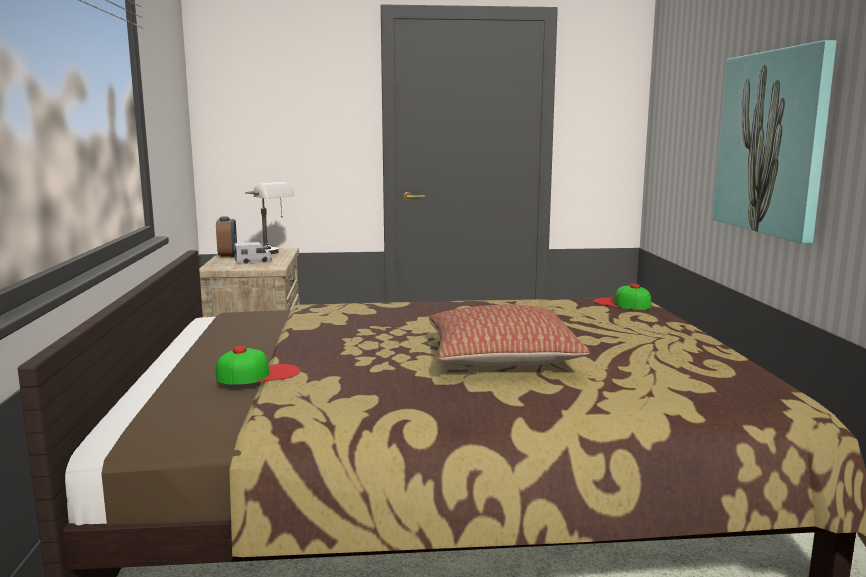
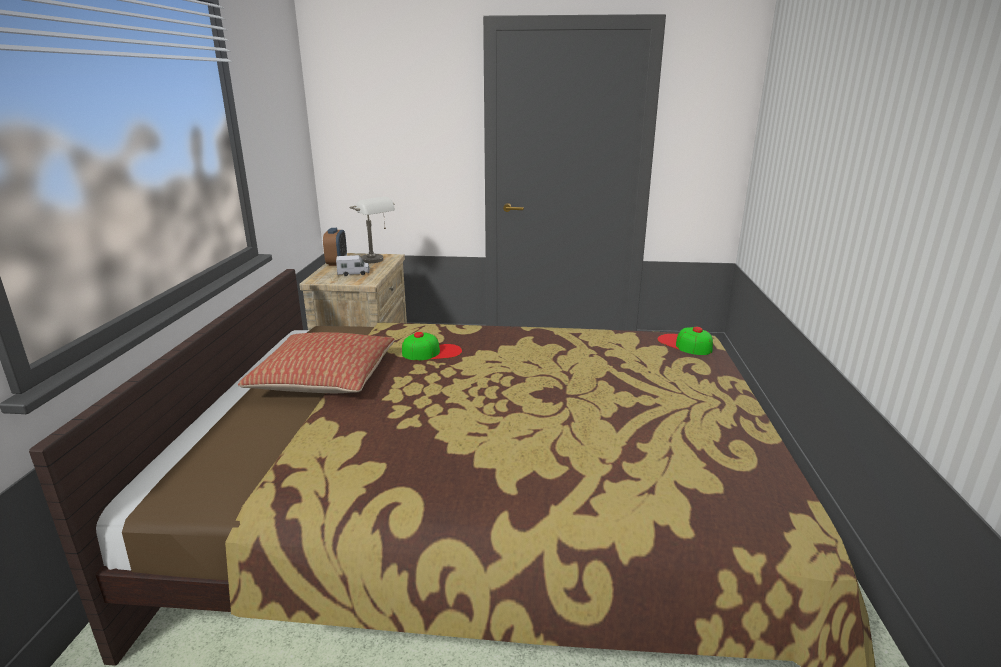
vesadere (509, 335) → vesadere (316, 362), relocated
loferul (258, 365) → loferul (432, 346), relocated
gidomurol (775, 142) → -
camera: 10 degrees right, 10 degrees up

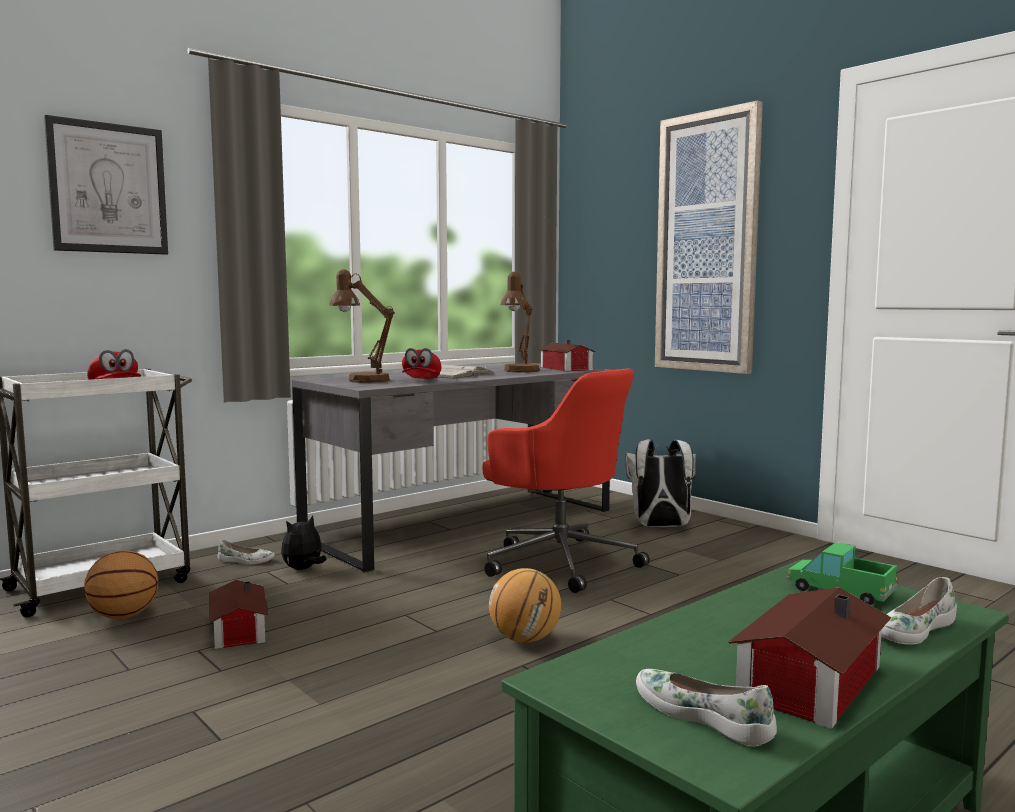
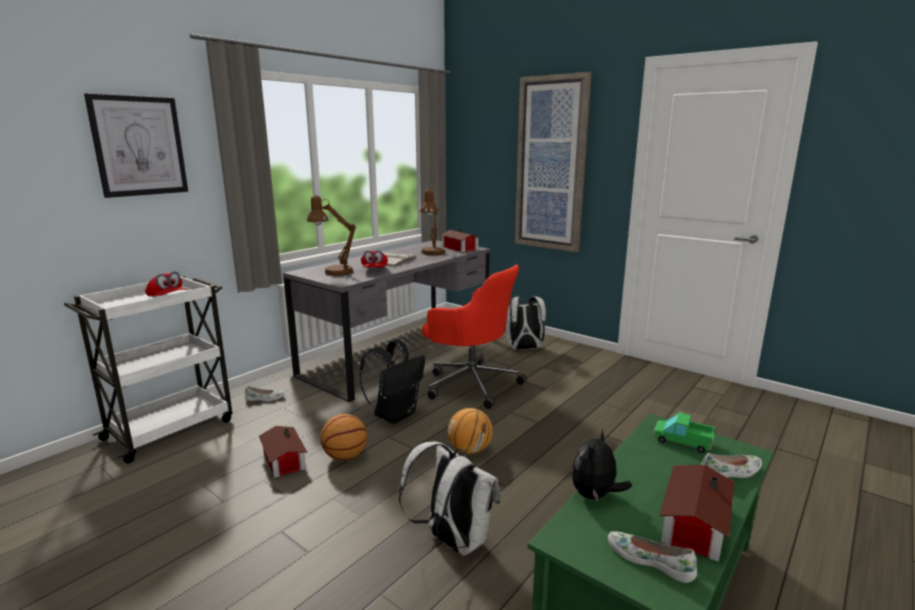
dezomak (121, 584) → dezomak (344, 437), relocated
- → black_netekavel (392, 382)
- → white_netekavel (449, 498)
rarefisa (304, 543) → rarefisa (602, 465), relocated
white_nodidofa (919, 611) → white_nodidofa (731, 465), 150 degrees counterclockwise
camera: 10 degrees left, 10 degrees up

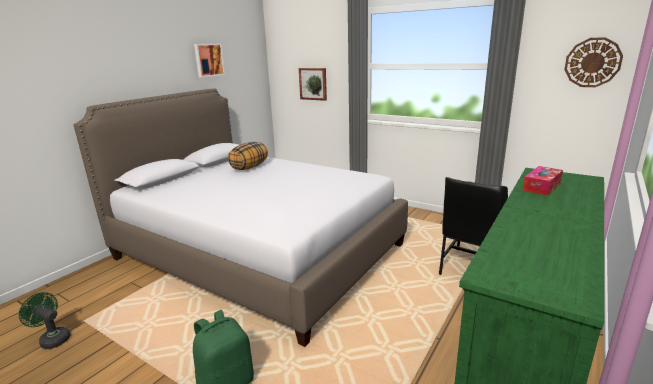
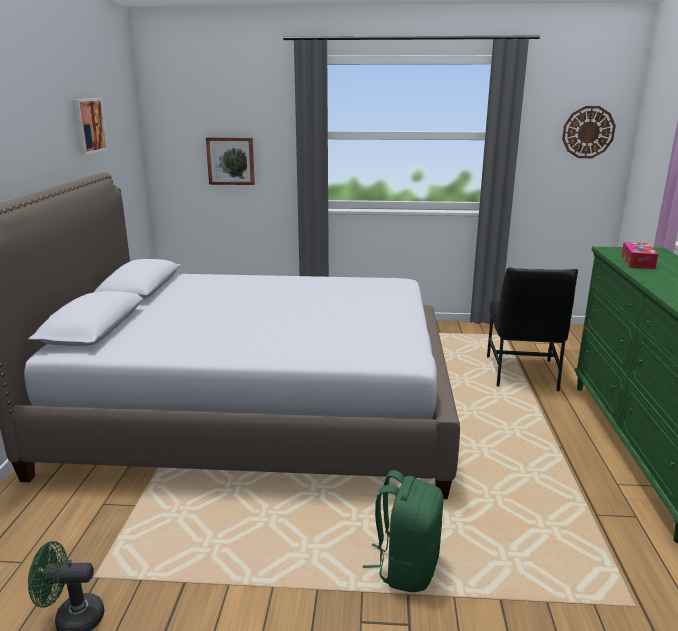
vesadere (248, 155) → -
camera: 30 degrees left, 0 degrees up

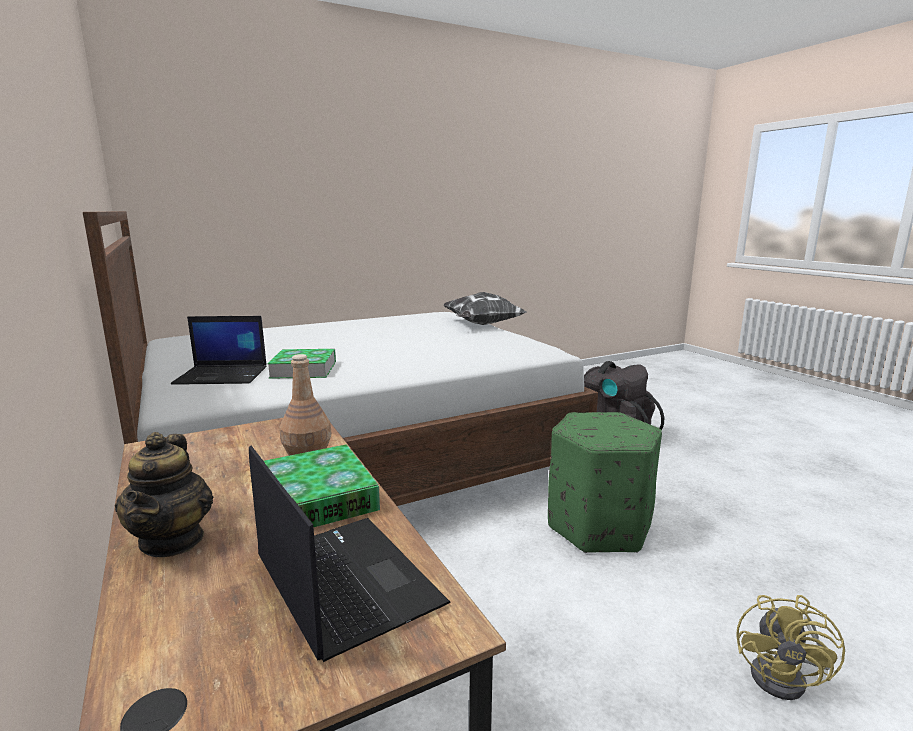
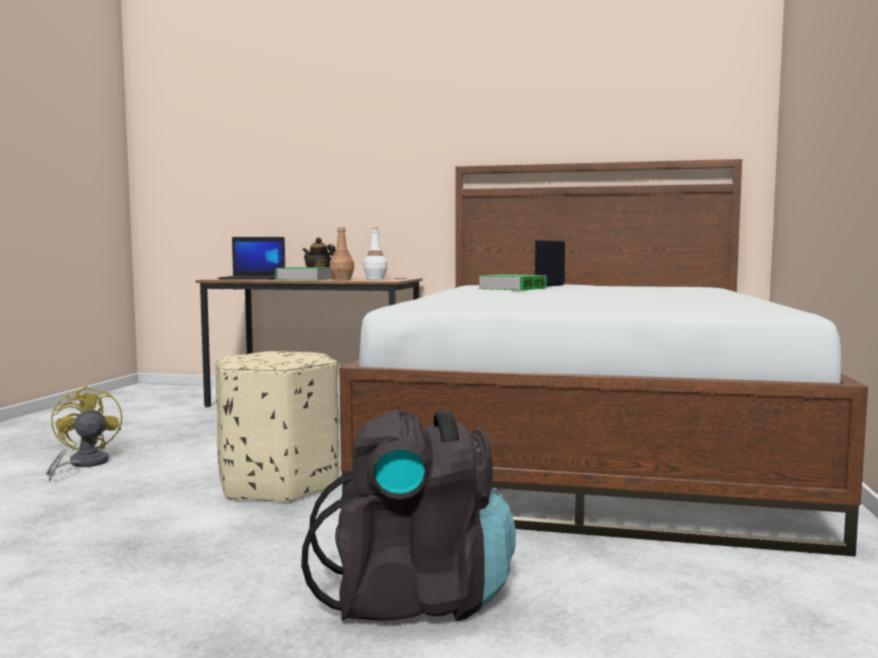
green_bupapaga (605, 482) → beige_bupapaga (277, 427)
- → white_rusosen (375, 253)
vesadere (485, 308) → -
camera: 130 degrees right, 10 degrees down

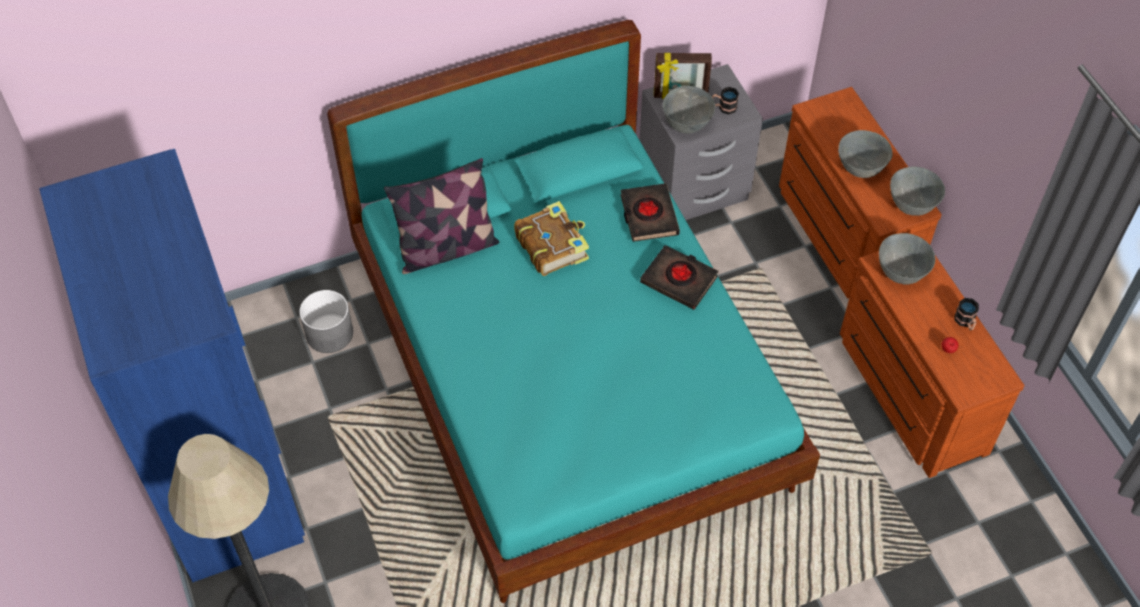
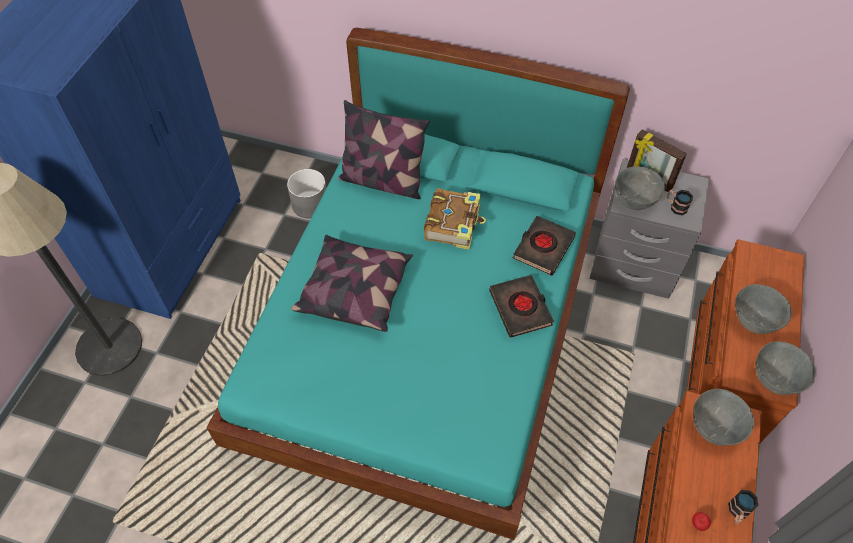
- → vesadere (352, 283)
camera: 40 degrees right, 0 degrees up

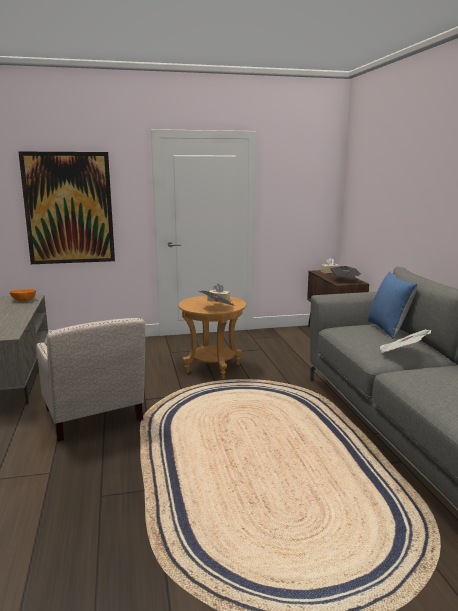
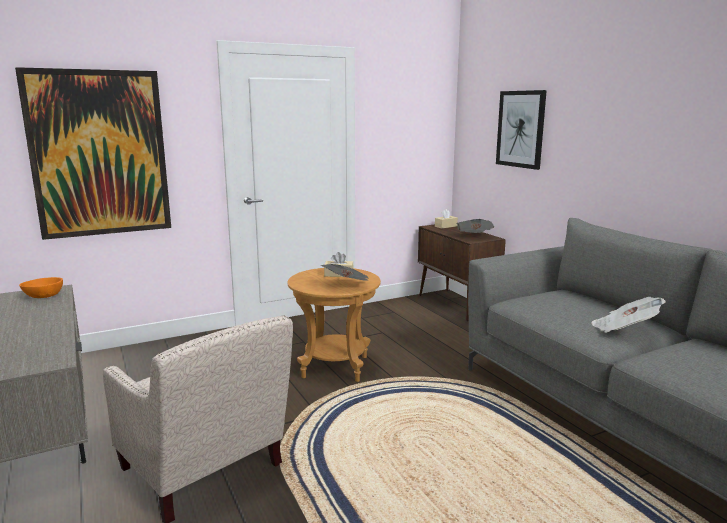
- → gidomurol (521, 130)
blue_vesadere (393, 305) → -
camera: 15 degrees left, 0 degrees up

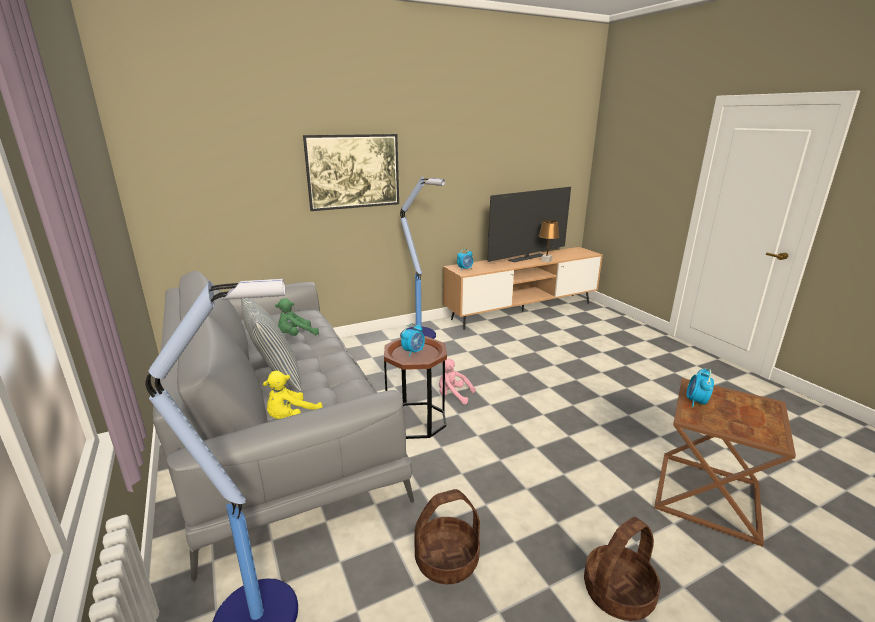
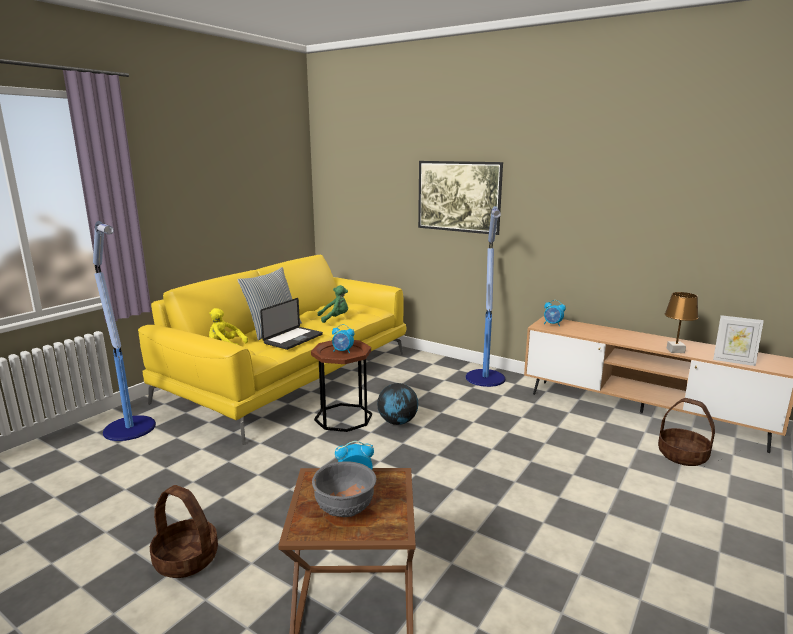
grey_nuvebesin (283, 426) → yellow_nuvebesin (272, 350)
- → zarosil (291, 324)
- → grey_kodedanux (344, 489)
green_rarefisa (297, 317) → green_rarefisa (333, 304), 135 degrees clockwise
pink_rarefisa (457, 381) → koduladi (397, 404)
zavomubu (447, 536) → zavomubu (686, 432), relocated
- → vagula (738, 340)
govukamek (529, 224) → -
camera: 60 degrees right, 5 degrees down

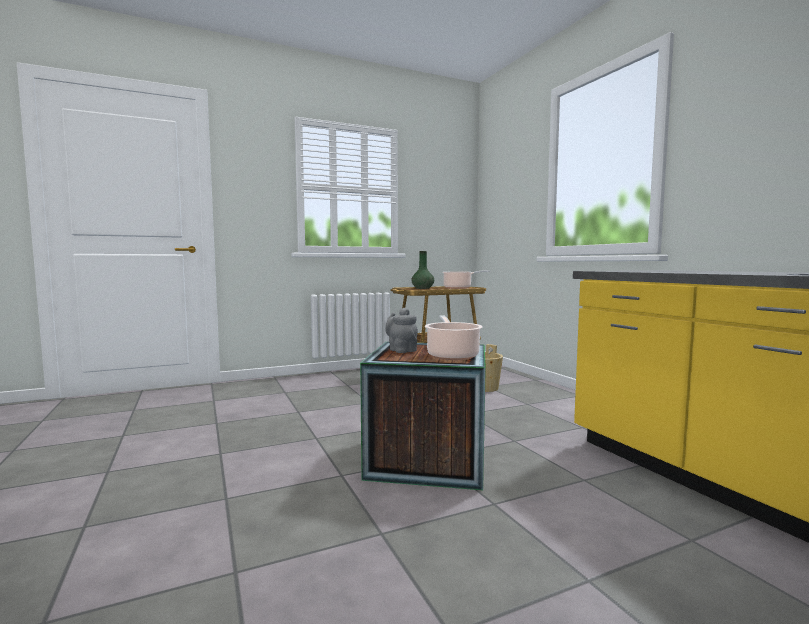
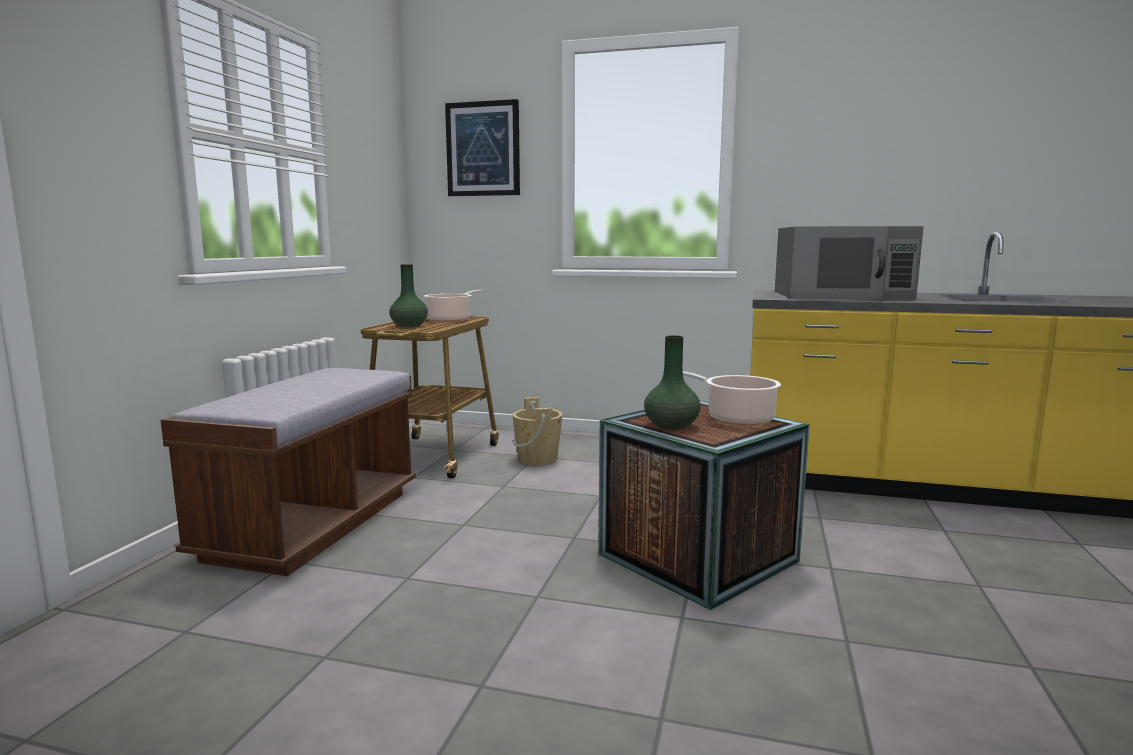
- → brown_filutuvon (288, 472)
- → gidomurol (482, 147)
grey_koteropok (402, 330) → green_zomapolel (672, 382)
- → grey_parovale (849, 263)
camera: 50 degrees left, 5 degrees up

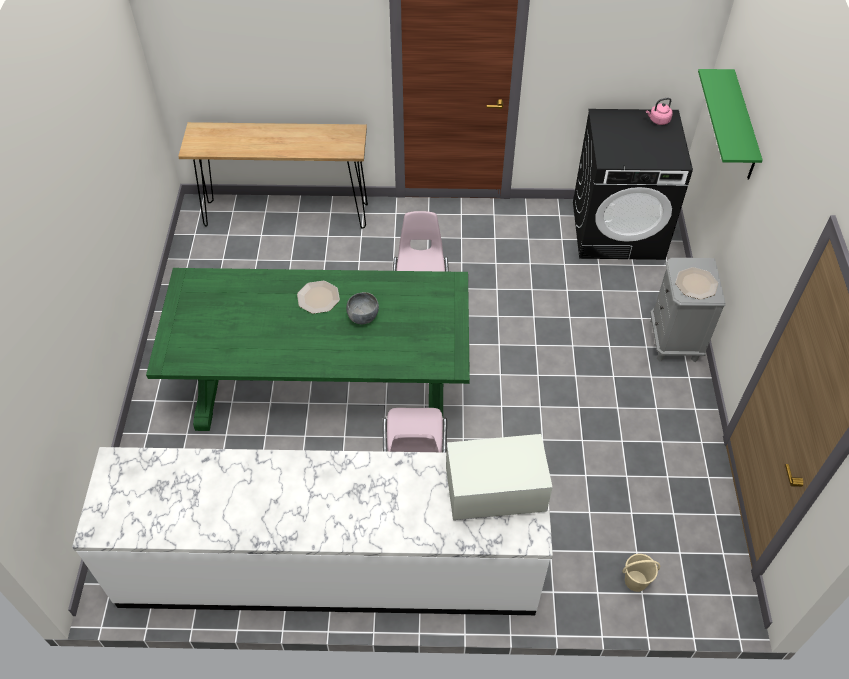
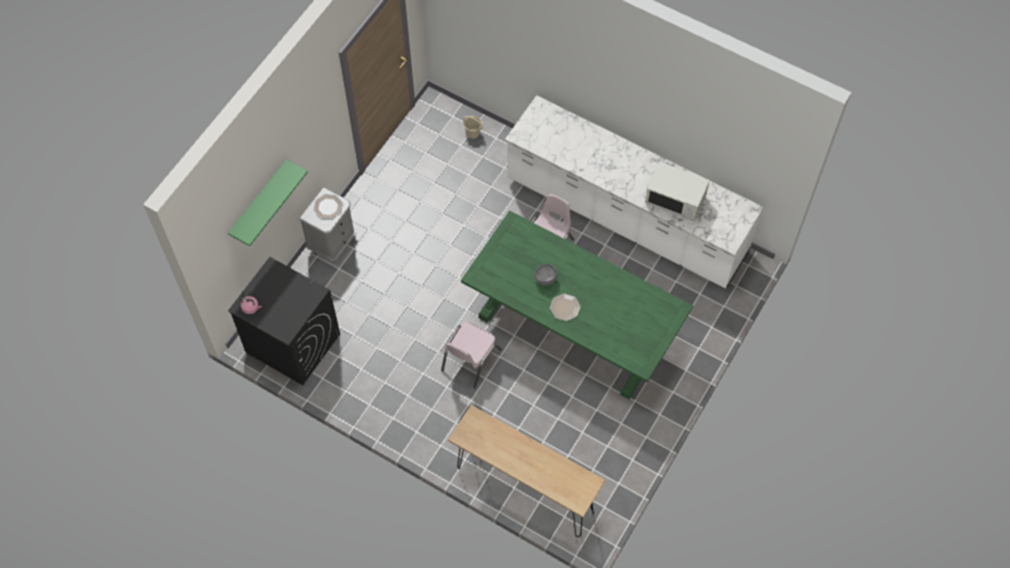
white_parovale (499, 477) → white_parovale (677, 191), relocated
camera: 150 degrees left, 10 degrees up

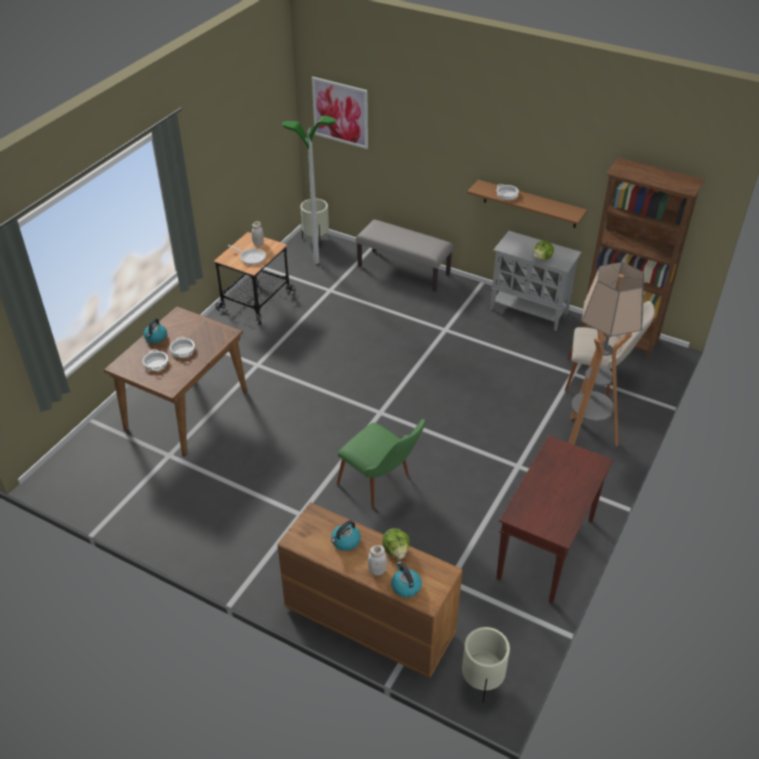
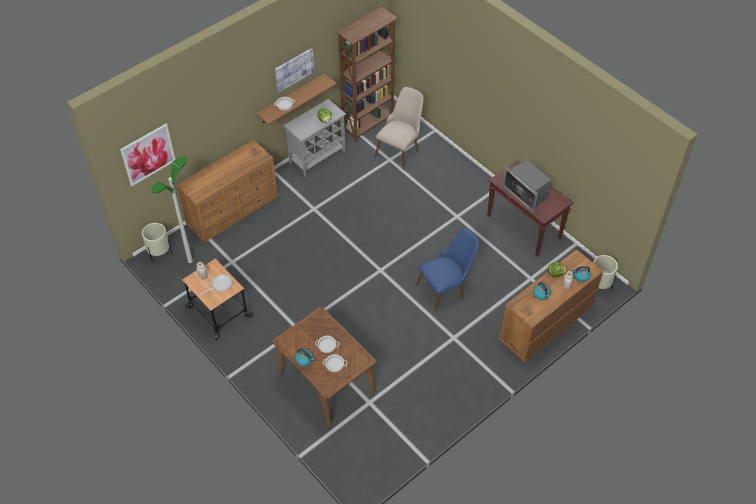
grey_filutuvon (404, 256) → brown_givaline (227, 191)
- → gidomurol (294, 70)
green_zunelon (381, 463) → blue_zunelon (447, 270)
- → parovale (527, 186)
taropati (606, 354) → -
camera: 70 degrees left, 10 degrees up

